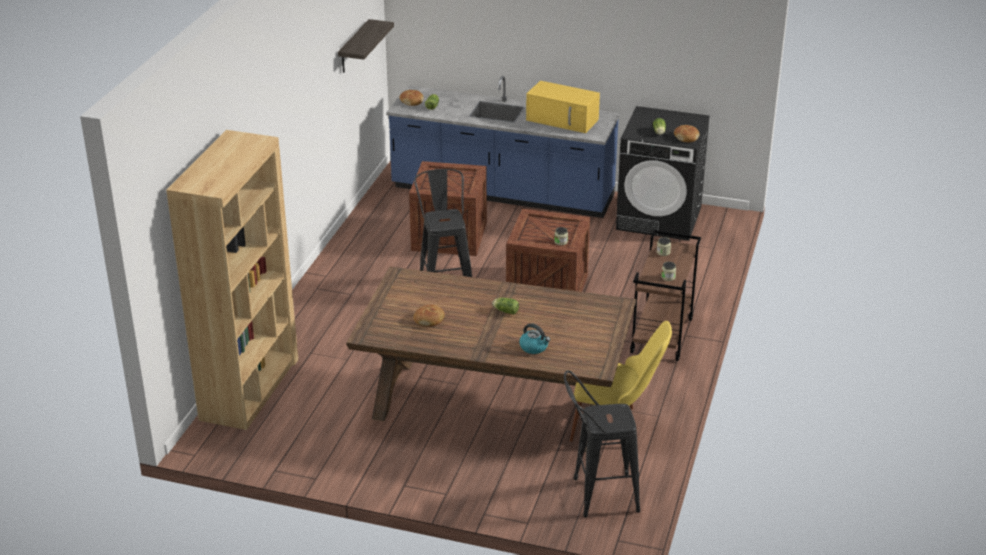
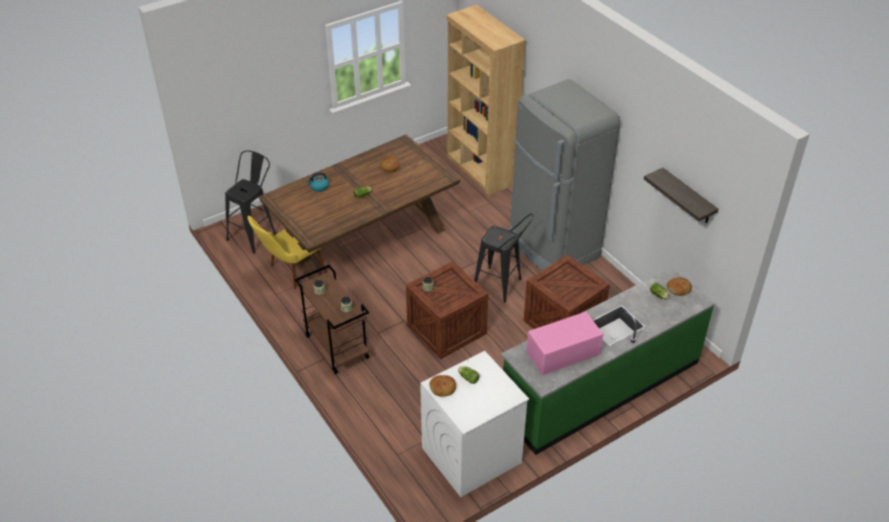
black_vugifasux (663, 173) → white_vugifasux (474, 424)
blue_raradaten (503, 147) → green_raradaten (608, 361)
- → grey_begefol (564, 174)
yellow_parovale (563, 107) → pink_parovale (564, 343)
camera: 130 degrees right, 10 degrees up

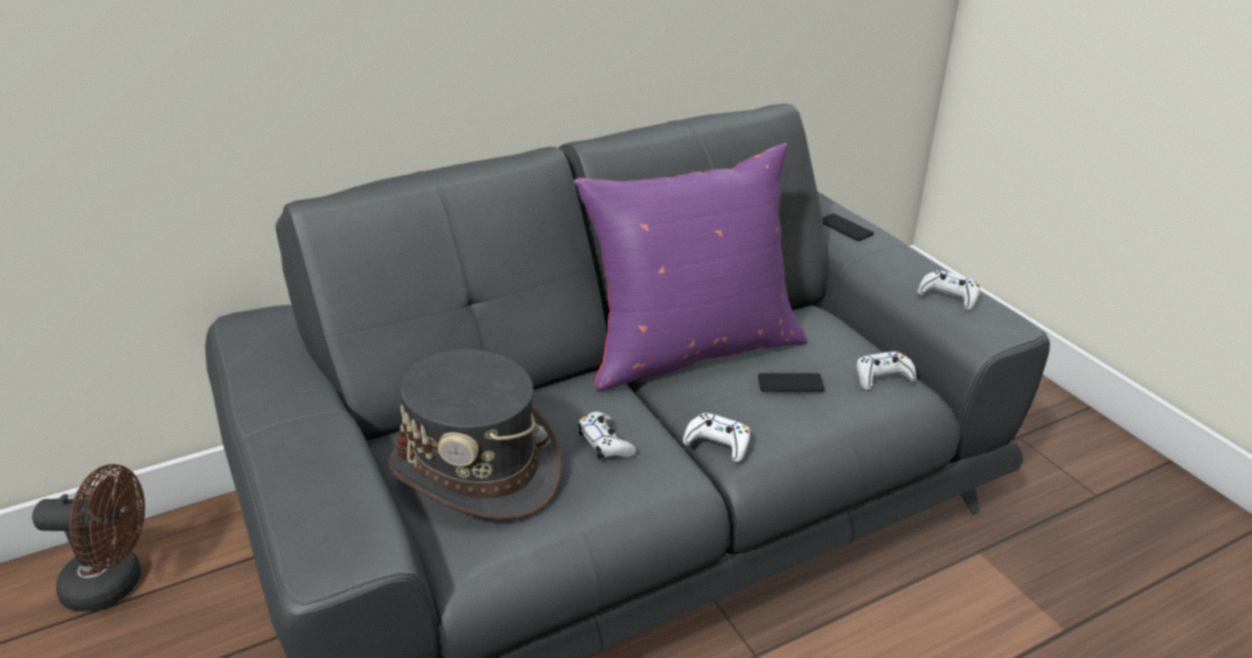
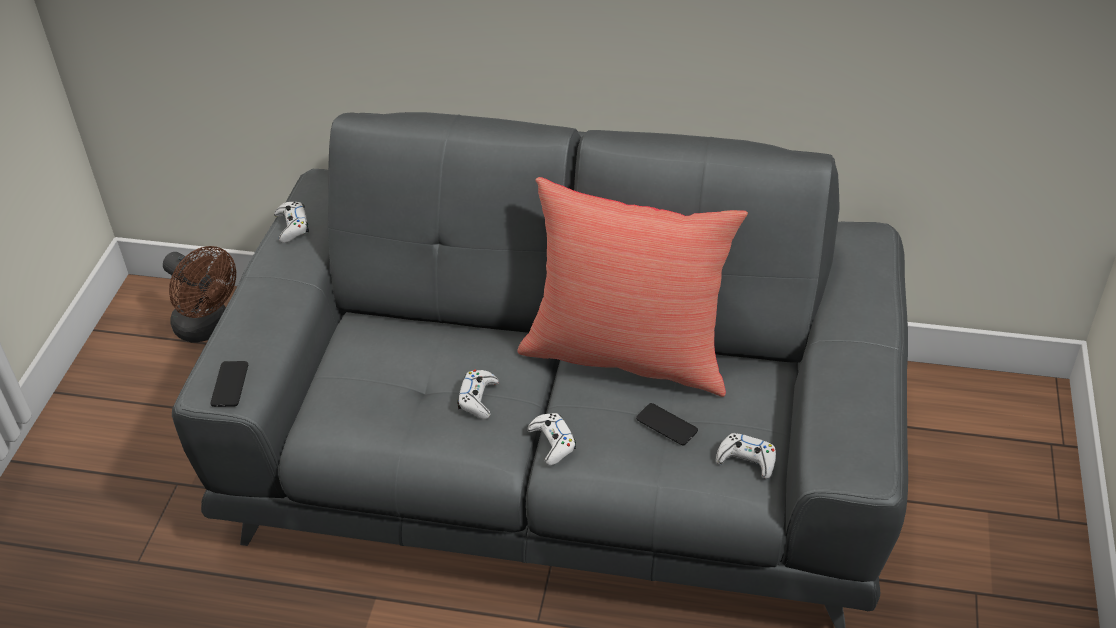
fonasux (848, 227) → fonasux (229, 384), relocated
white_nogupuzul (948, 290) → white_nogupuzul (291, 222), relocated
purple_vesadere (690, 267) → red_vesadere (632, 287)
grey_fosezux (475, 435) → -
camera: 40 degrees right, 10 degrees up

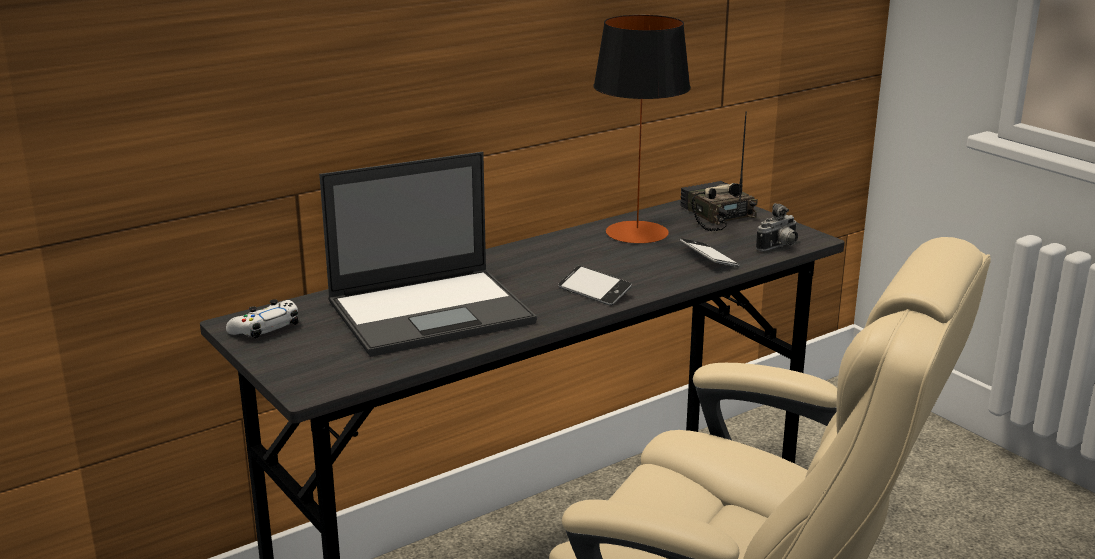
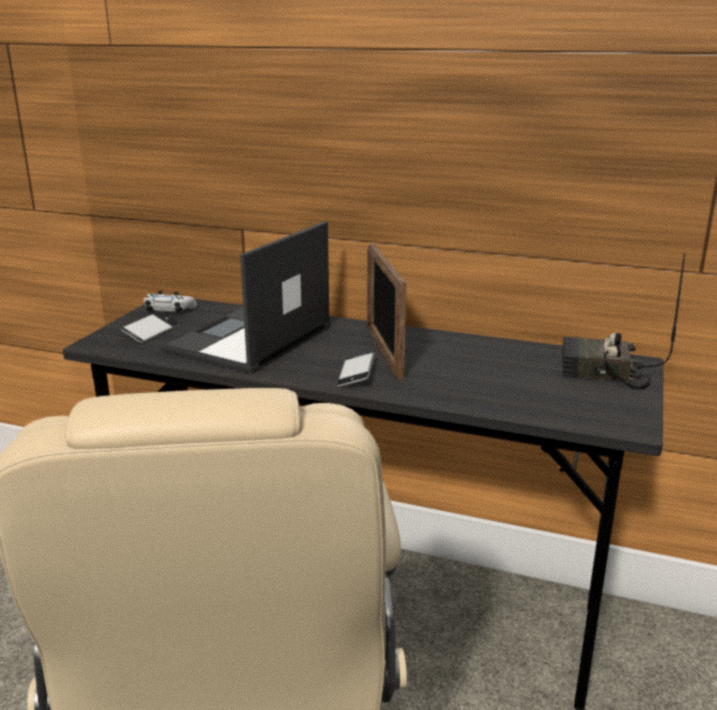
fonasux (709, 252) → fonasux (150, 327), relocated
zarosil (428, 254) → zarosil (245, 297), 90 degrees clockwise
- → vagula (386, 312)
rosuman (719, 171) → rosuman (623, 321), 105 degrees counterclockwise
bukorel (642, 129) → -
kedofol (777, 227) → -
camera: 55 degrees right, 0 degrees up

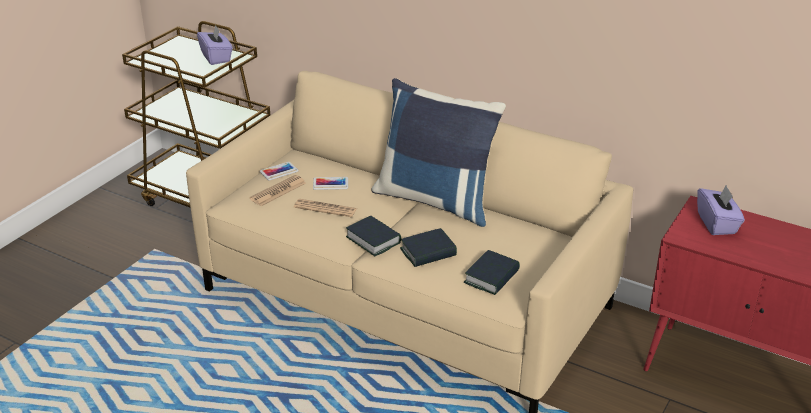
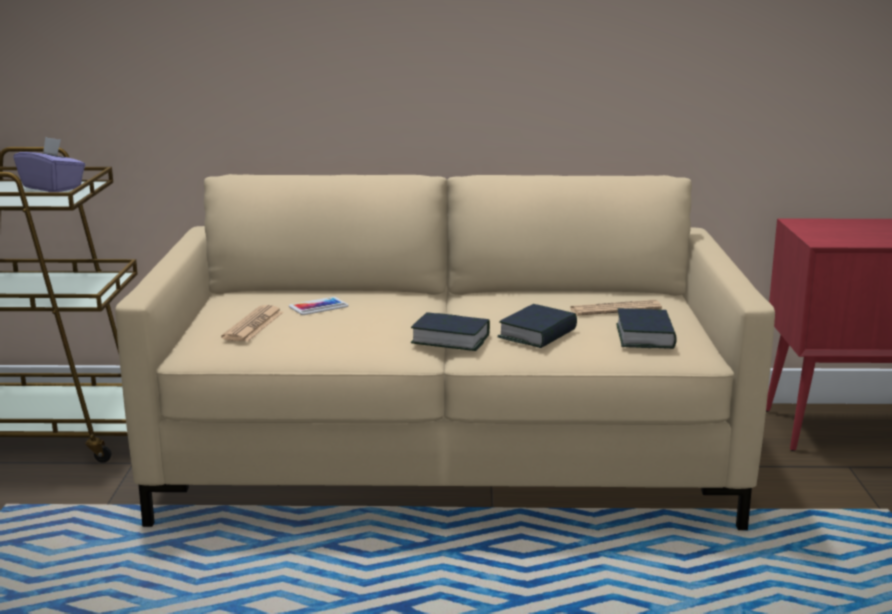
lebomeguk (325, 208) → lebomeguk (615, 308), relocated
fonasux (279, 171) → -
blue_vesadere (438, 152) → -
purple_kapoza (721, 210) → -
camera: 30 degrees left, 15 degrees down

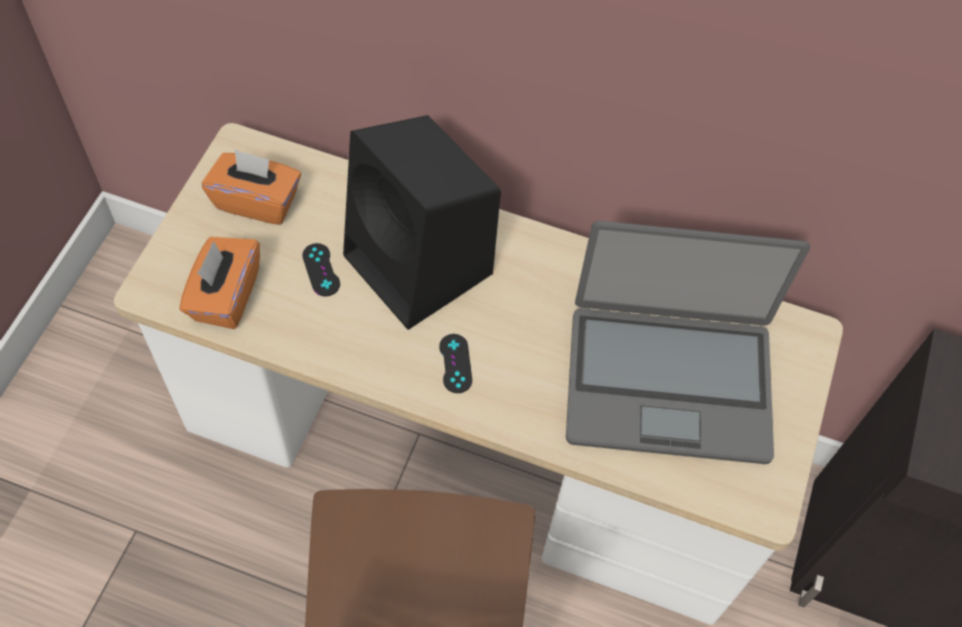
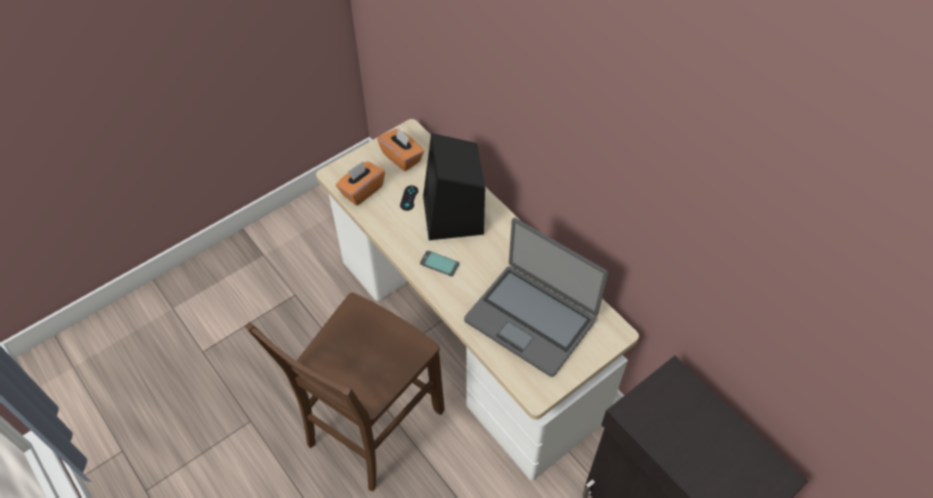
black_nogupuzul (455, 363) → fonasux (439, 263)
camera: 35 degrees right, 5 degrees down

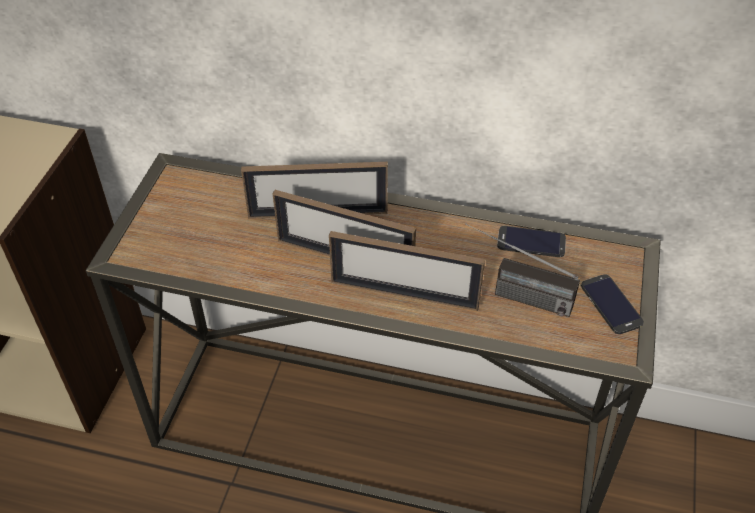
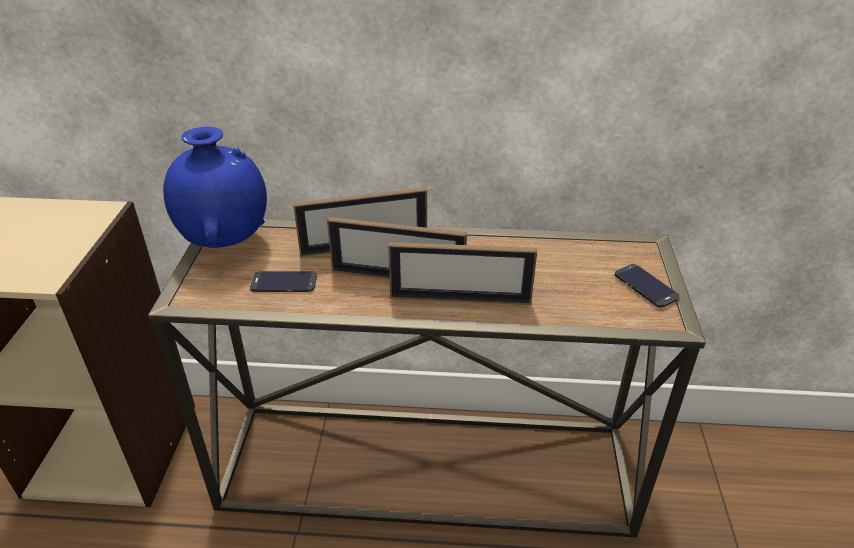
- → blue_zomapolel (215, 187)
fonasux (531, 241) → fonasux (283, 281), relocated
rosuman (522, 270) → -
camera: 10 degrees left, 10 degrees down

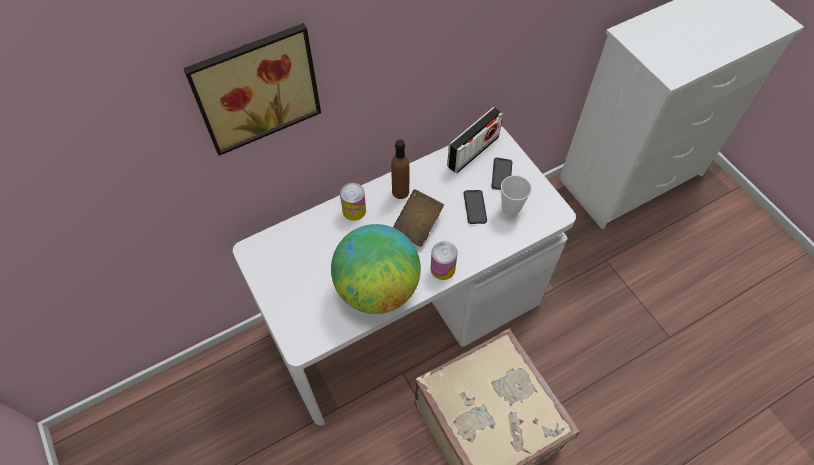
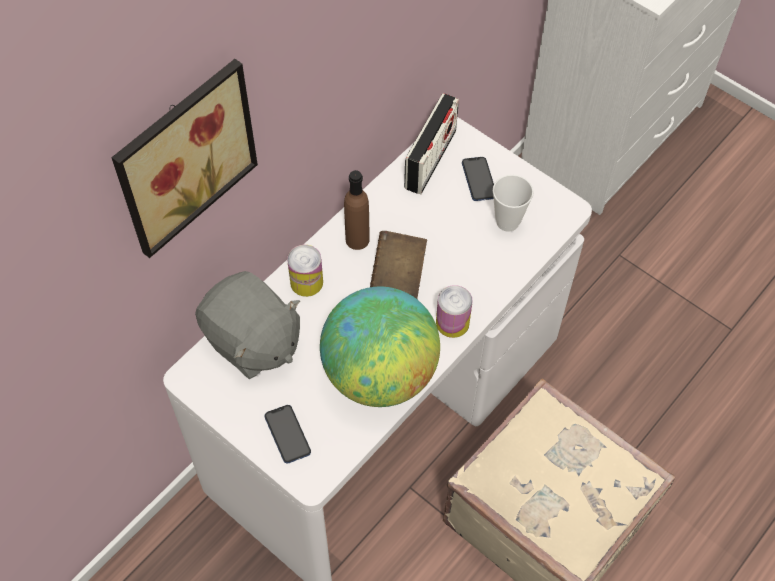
- → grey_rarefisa (247, 325)
fonasux (475, 207) → fonasux (288, 434), relocated
camera: 20 degrees left, 0 degrees up

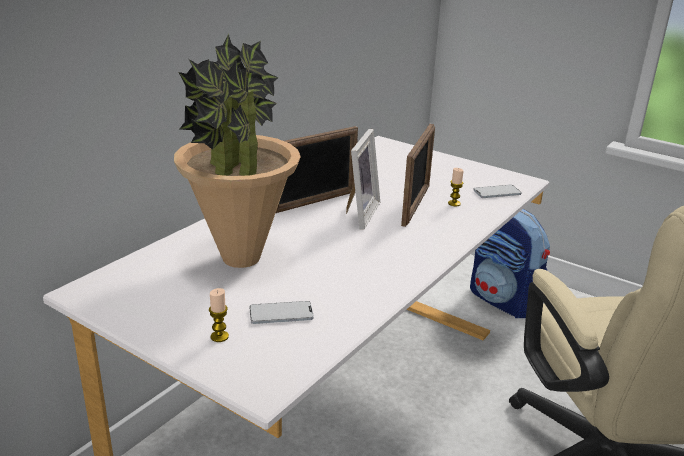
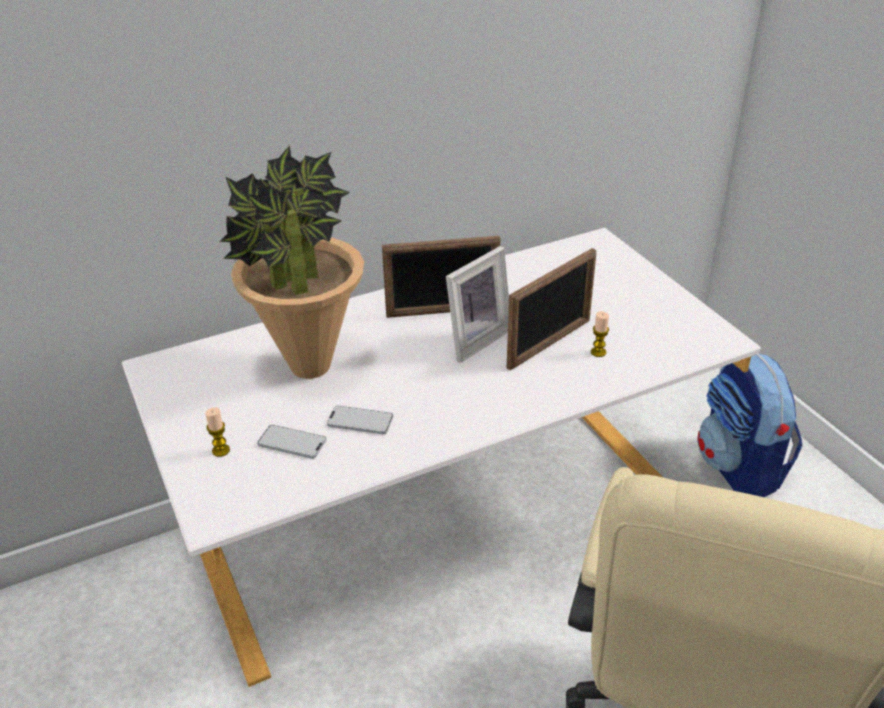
fonasux (497, 191) → fonasux (360, 420), relocated
camera: 30 degrees right, 10 degrees up

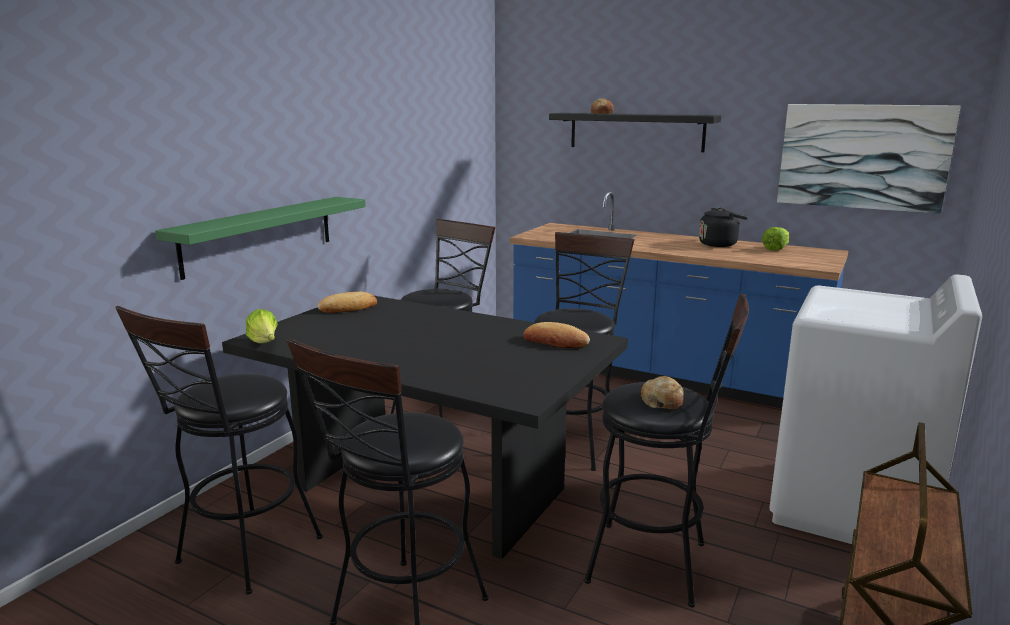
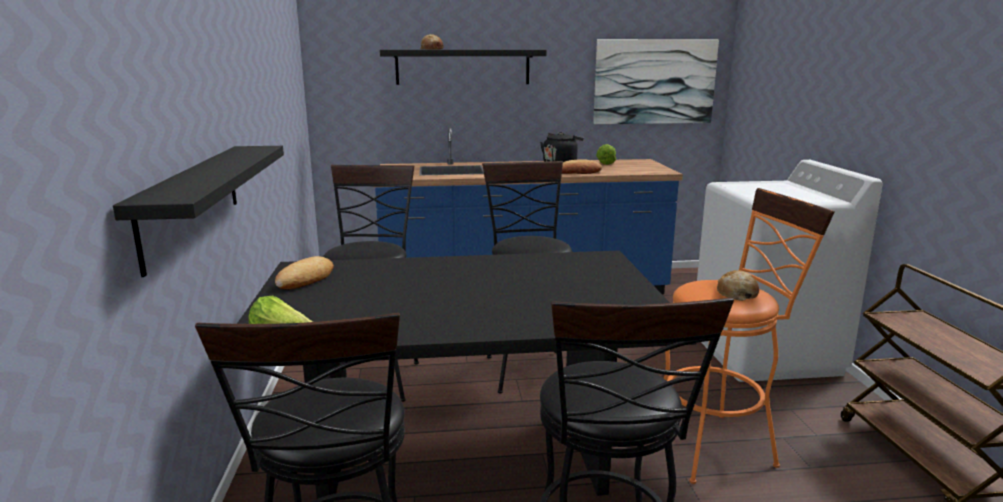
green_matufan (260, 238) → black_matufan (198, 211)
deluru (557, 335) → deluru (582, 166), relocated
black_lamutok (666, 450) → orange_lamutok (749, 336)
camera: 35 degrees left, 0 degrees up

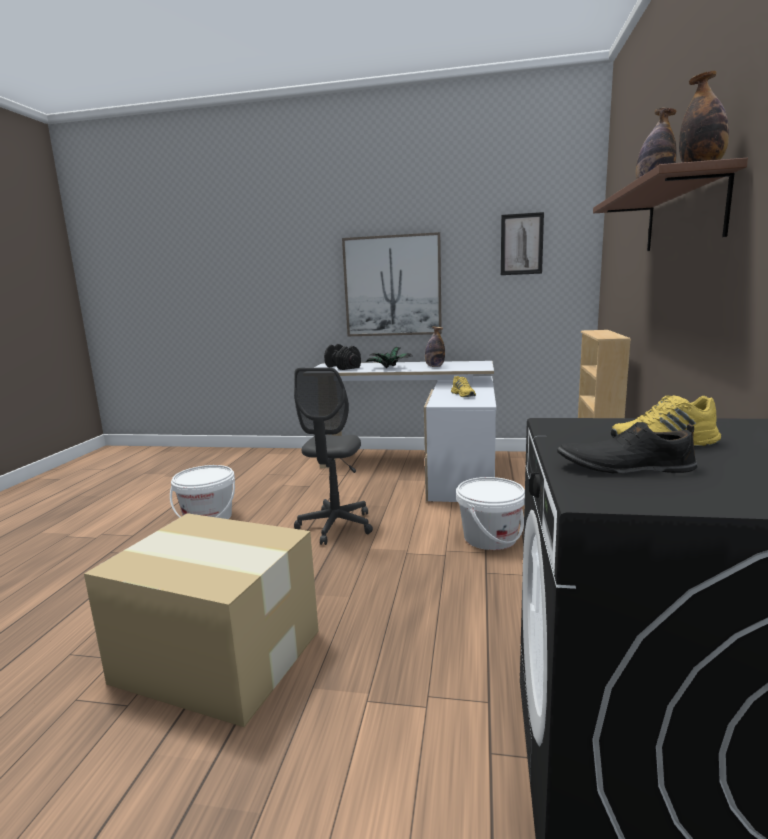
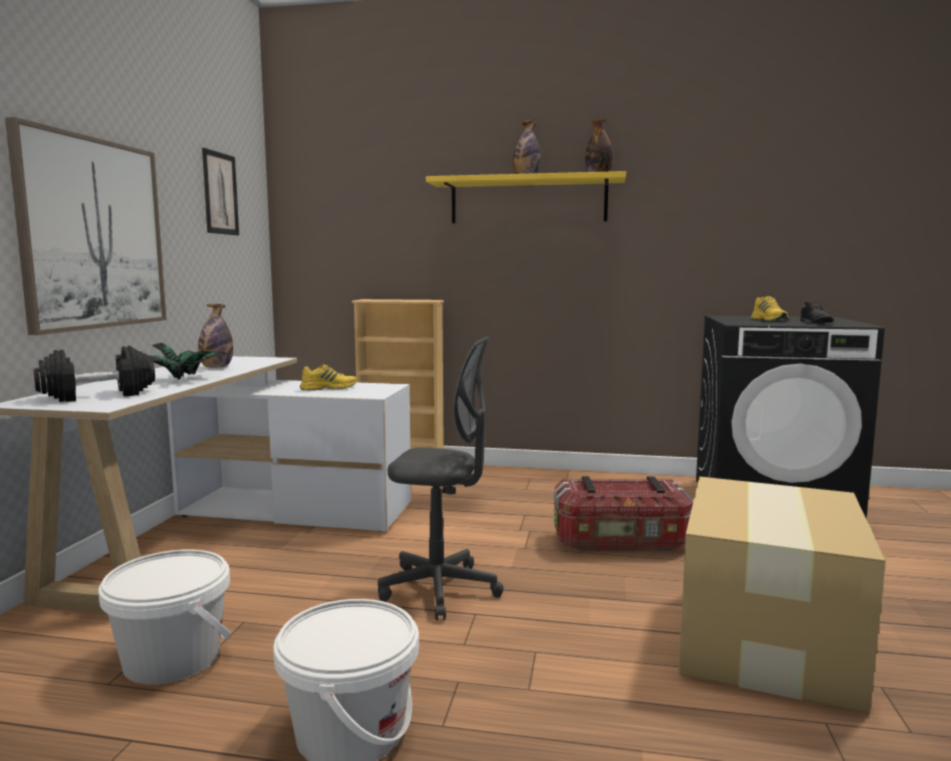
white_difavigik (490, 513) → white_difavigik (164, 617), relocated
brown_matufan (670, 204) → yellow_matufan (526, 197)
- → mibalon (623, 514)
camera: 90 degrees left, 5 degrees down

